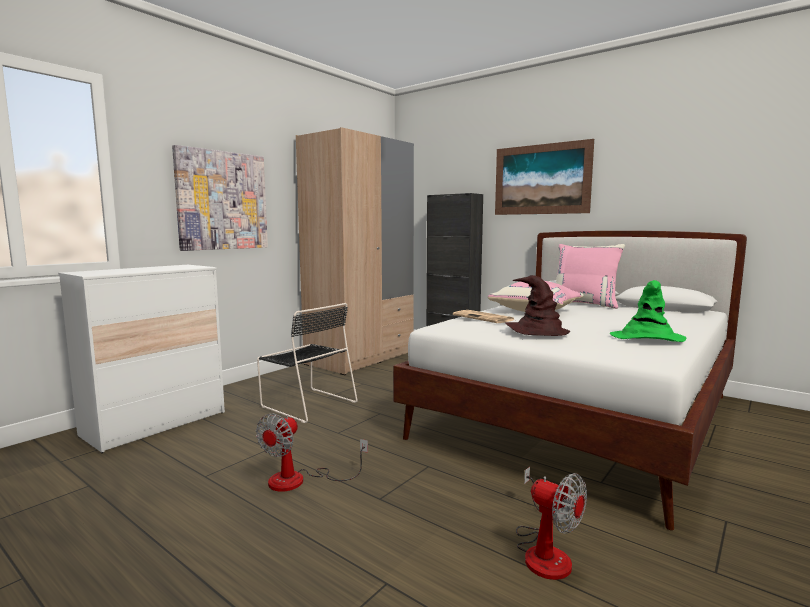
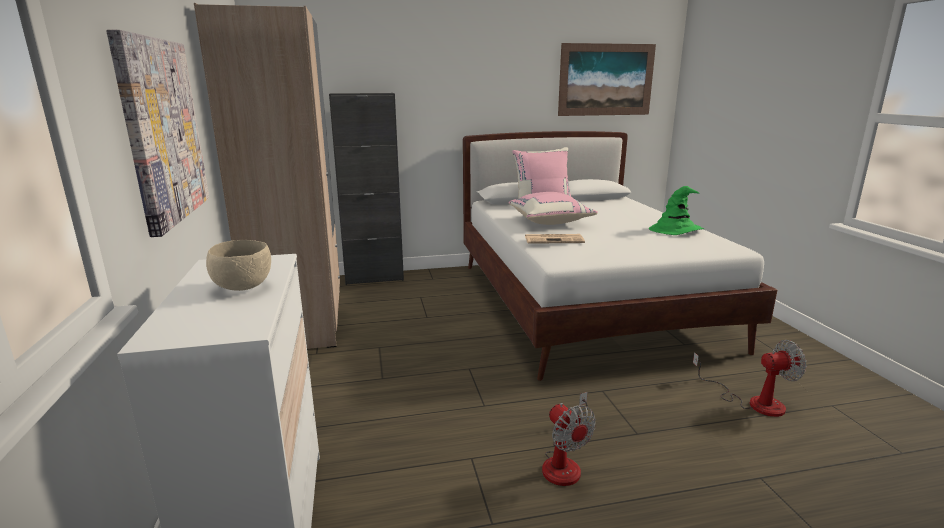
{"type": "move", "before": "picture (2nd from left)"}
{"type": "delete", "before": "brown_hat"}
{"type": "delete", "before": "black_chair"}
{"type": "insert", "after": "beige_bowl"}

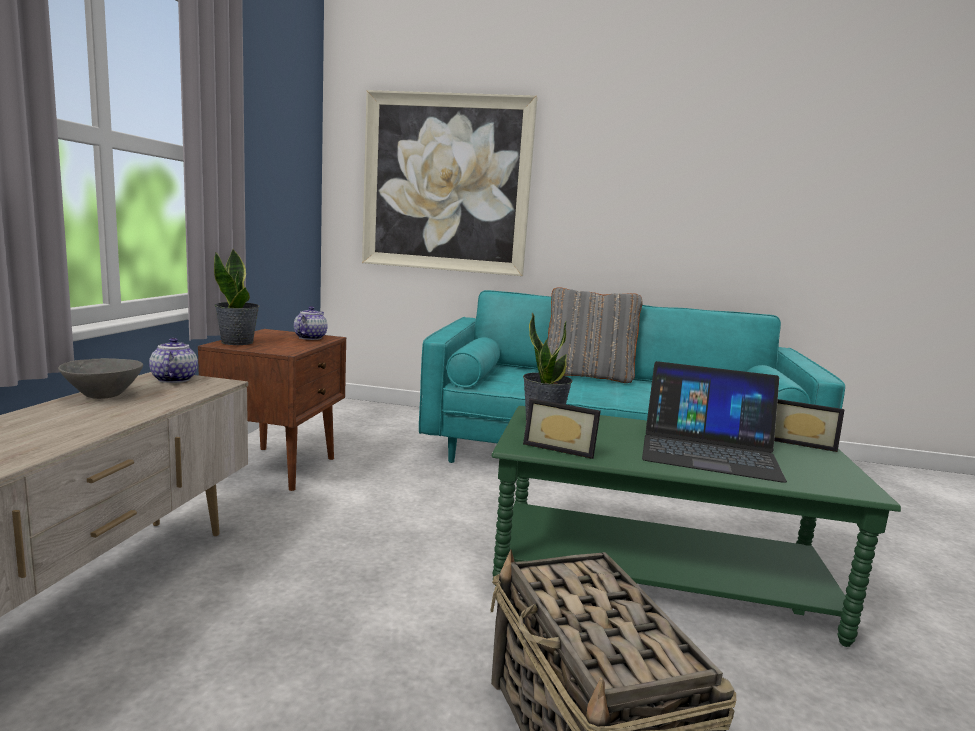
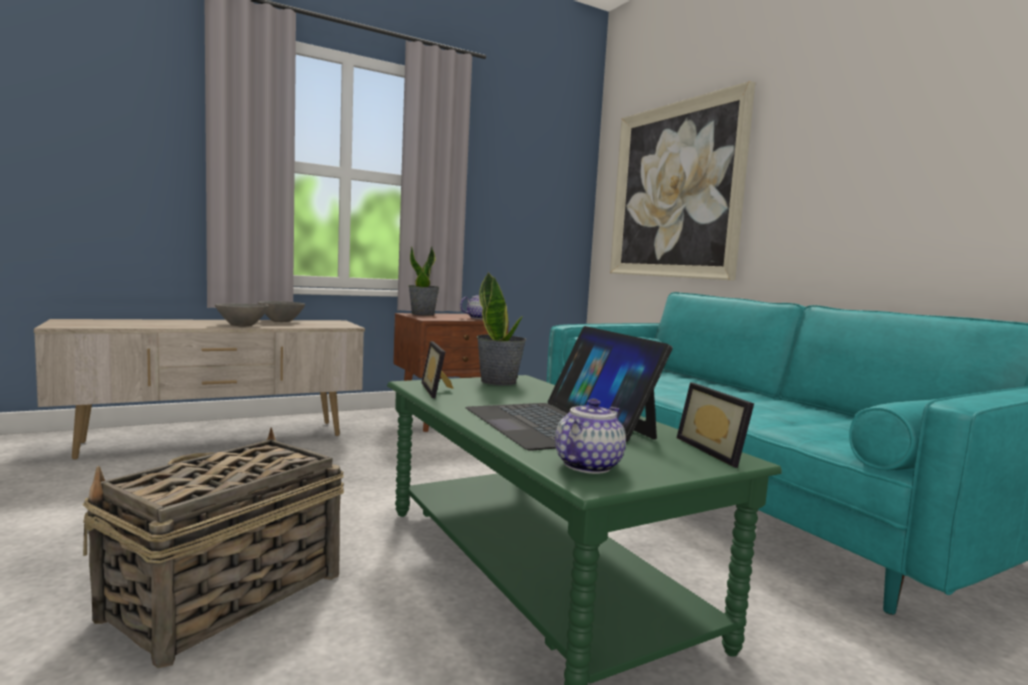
{"type": "delete", "before": "grey_pillow"}
{"type": "move", "before": "teapot (1st from left in the first image)", "after": "teapot (2nd from left)"}
{"type": "insert", "after": "grey_bowl (1st from left)"}

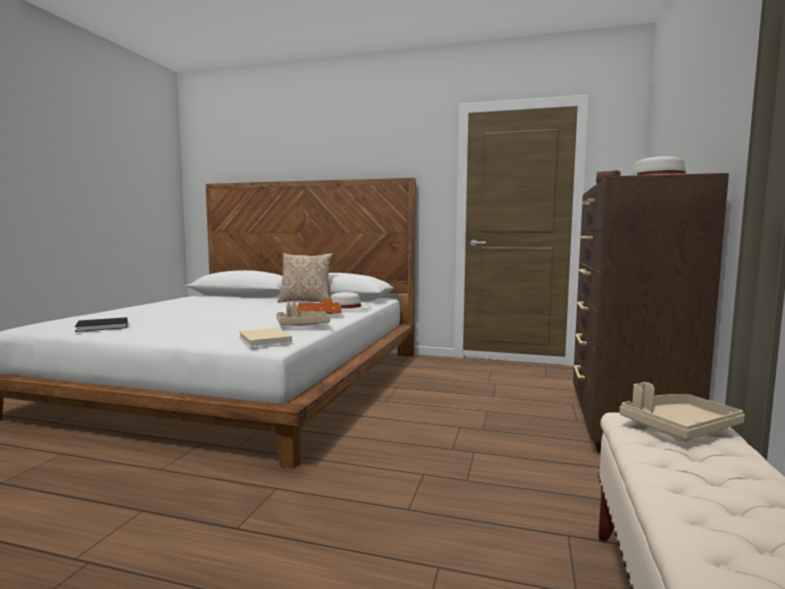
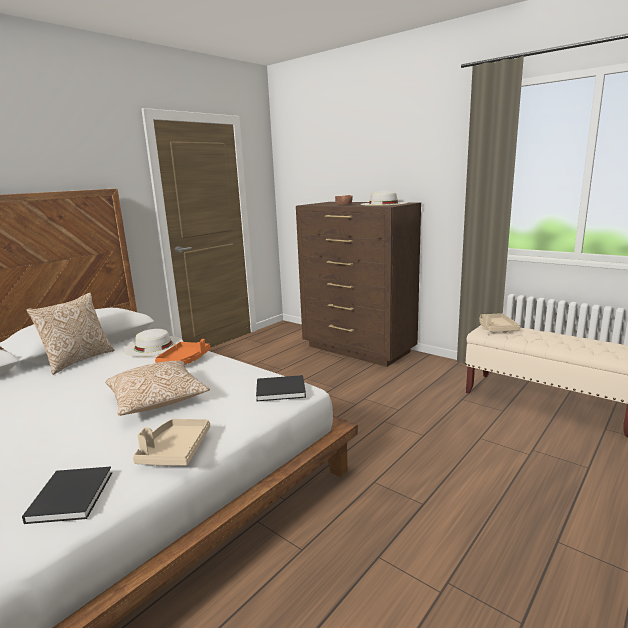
{"type": "move", "before": "beige_tray (1st from left)"}
{"type": "recolor", "before": "beige_book", "after": "black_book (2nd from left)"}
{"type": "insert", "after": "pillow (2nd from left)"}

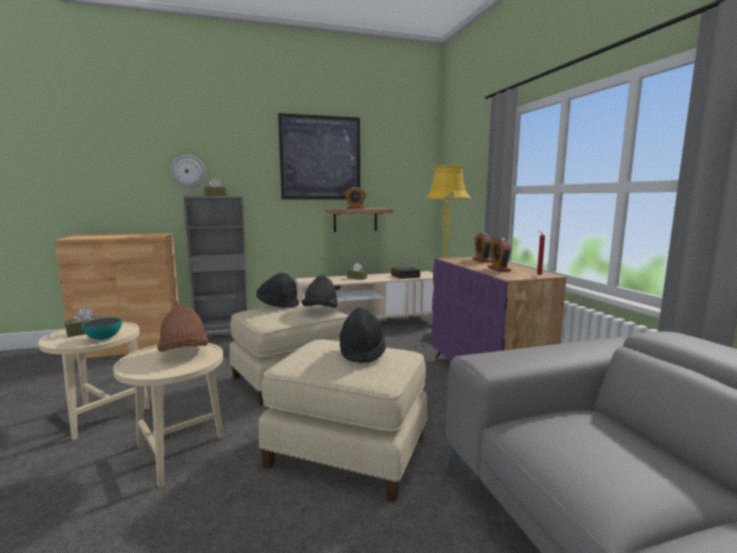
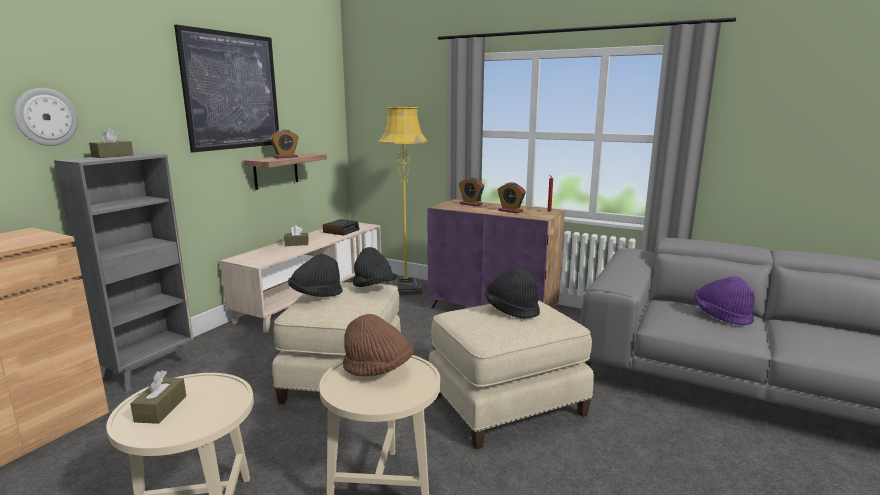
{"type": "delete", "before": "bowl"}
{"type": "insert", "after": "purple_hat"}

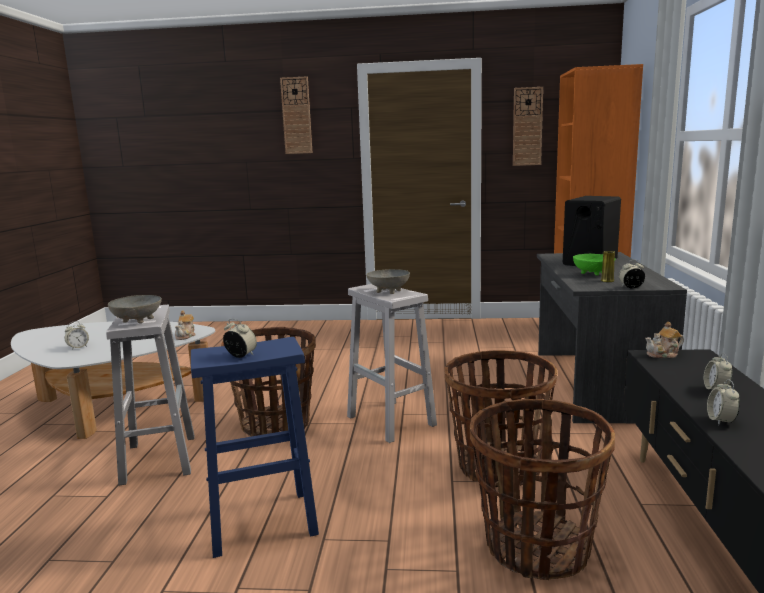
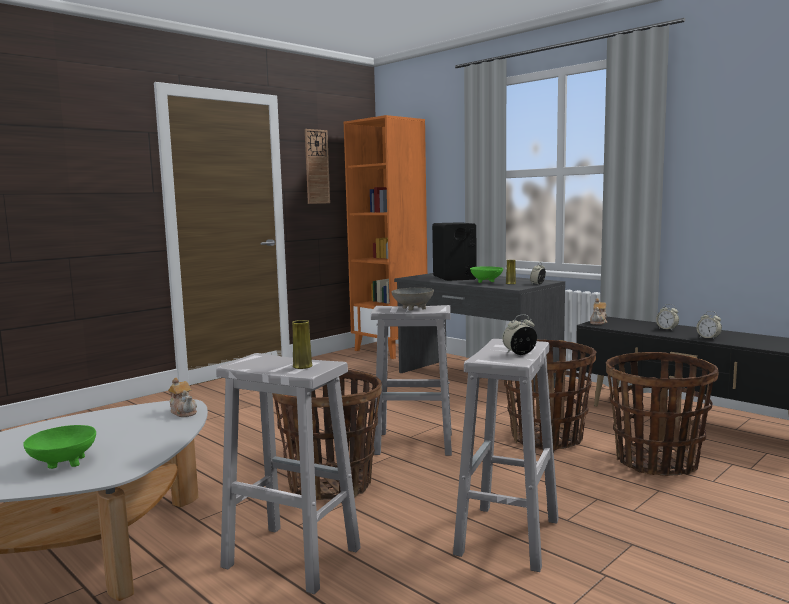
{"type": "delete", "before": "wall_clock (1st from left)"}
{"type": "replace", "before": "grey_bowl (1st from left)", "after": "yellow_vase (1st from left)"}
{"type": "replace", "before": "alarm_clock (1st from left)", "after": "green_bowl (1st from left)"}
{"type": "recolor", "before": "blue_stool", "after": "white_stool (3rd from left)"}

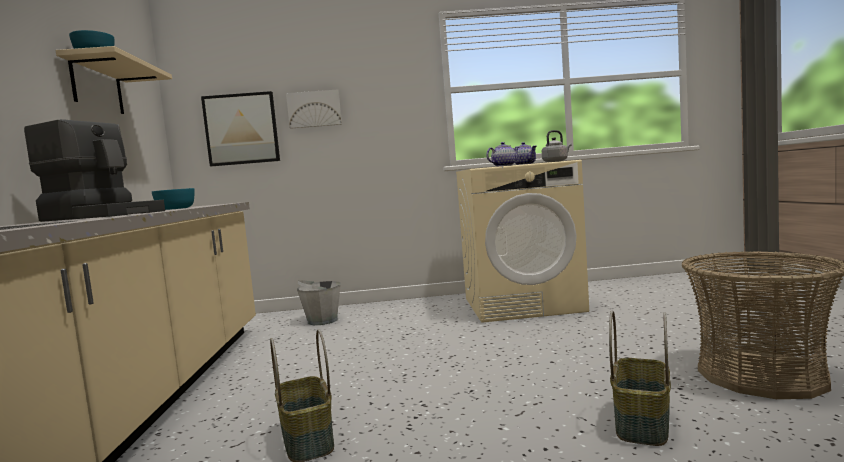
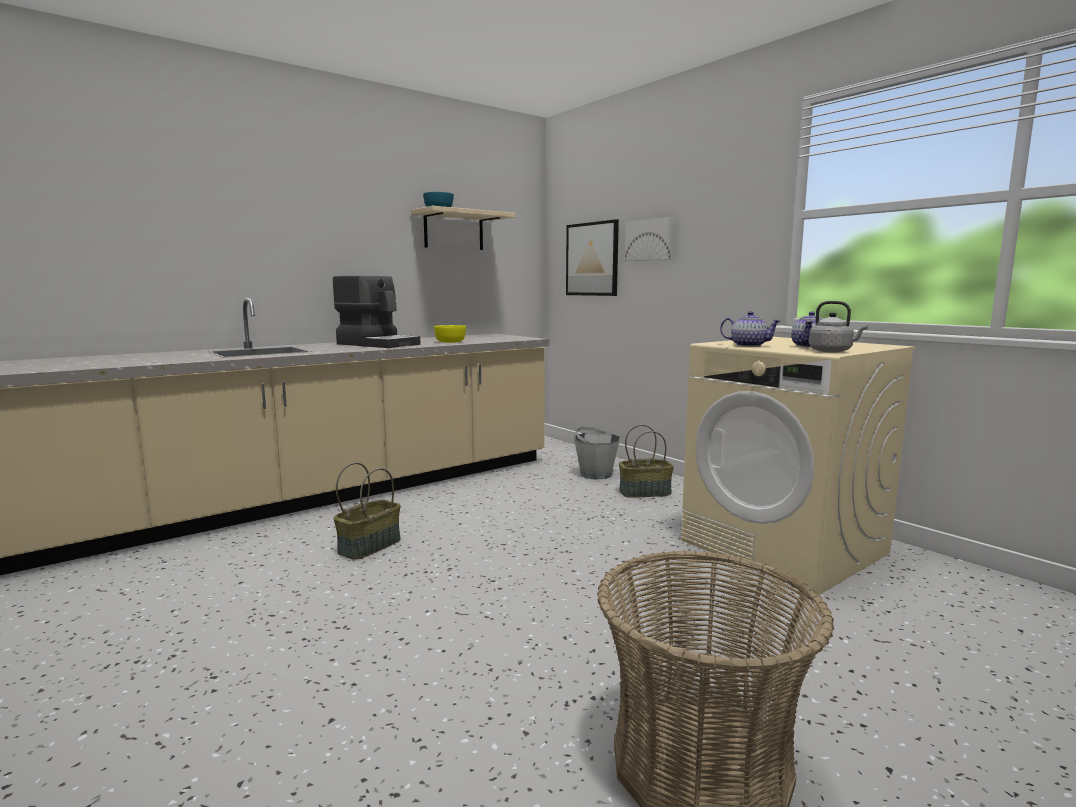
{"type": "rotate", "before": "coffee_machine", "turn": -45}
{"type": "recolor", "before": "turquoise_bowl (2nd from left)", "after": "yellow_bowl"}
{"type": "move", "before": "basket (2nd from left)"}

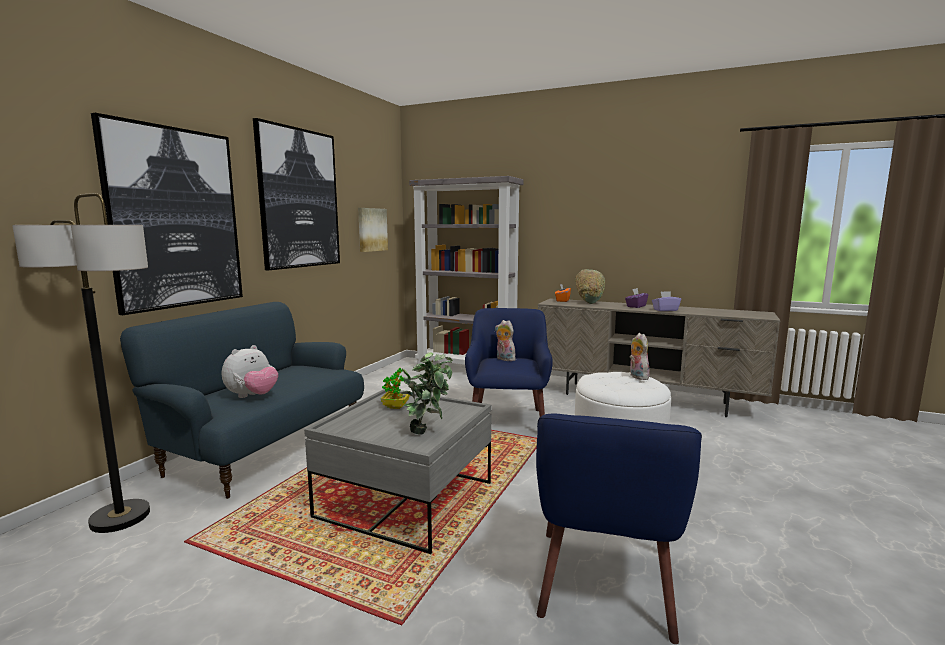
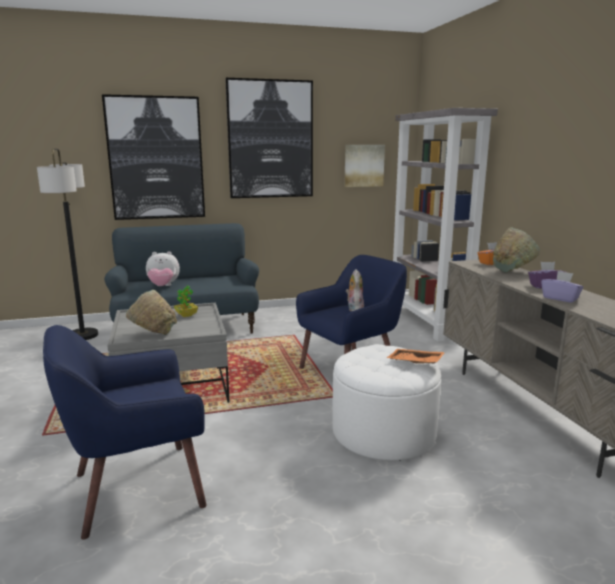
{"type": "replace", "before": "plush_toy (3rd from left)", "after": "orange_tray"}
{"type": "replace", "before": "potted_plant (2nd from left)", "after": "green_bowl (1st from left)"}

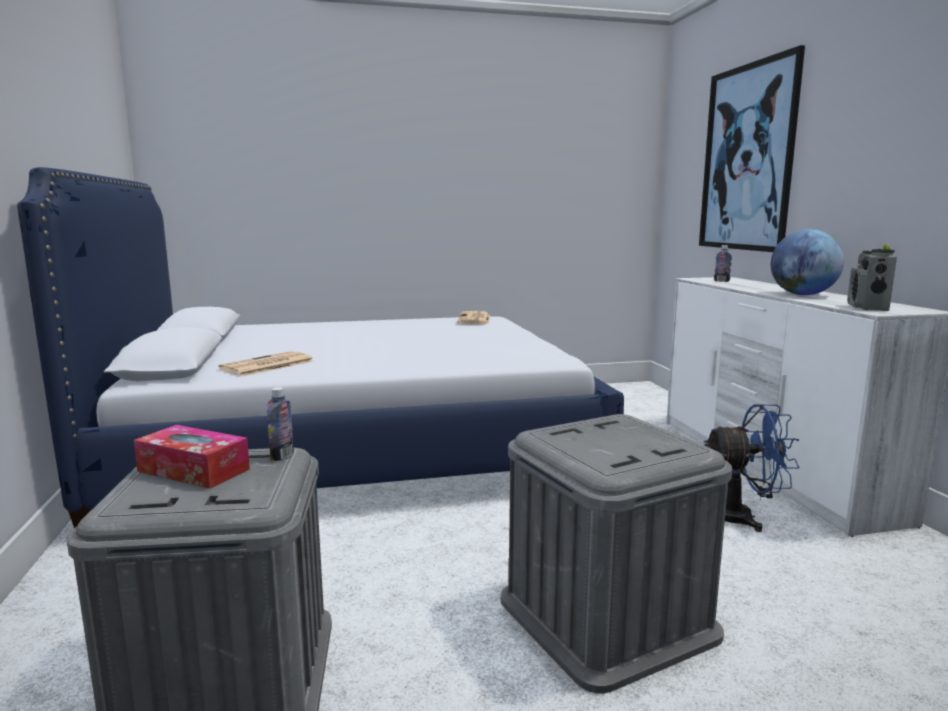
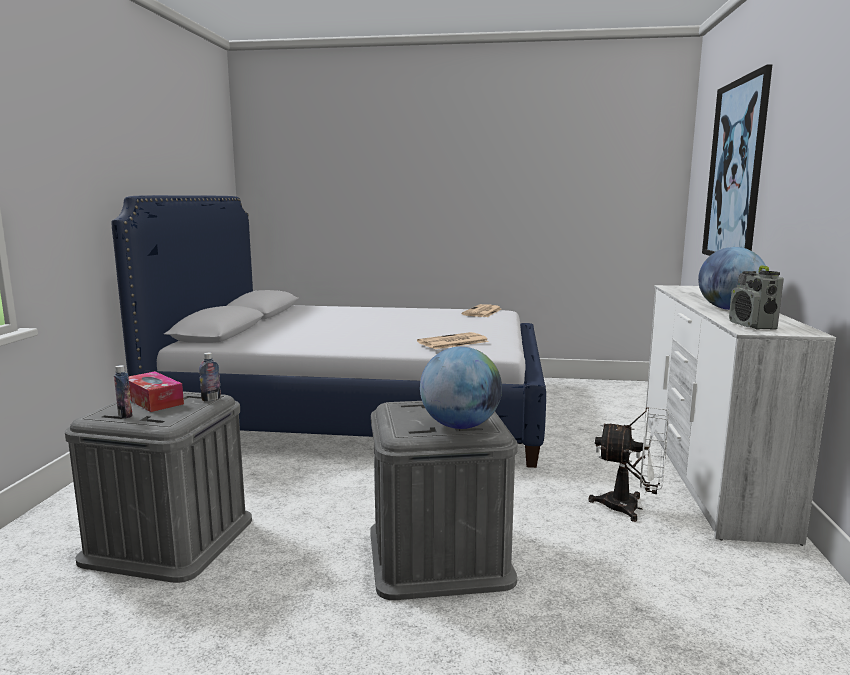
{"type": "rotate", "before": "radio", "turn": -45}
{"type": "move", "before": "bottle (2nd from left in the first image)", "after": "bottle (1st from left)"}
{"type": "move", "before": "newspaper (1st from left)"}
{"type": "recolor", "before": "blue_fan", "after": "white_fan"}
{"type": "insert", "after": "globe (1st from left)"}

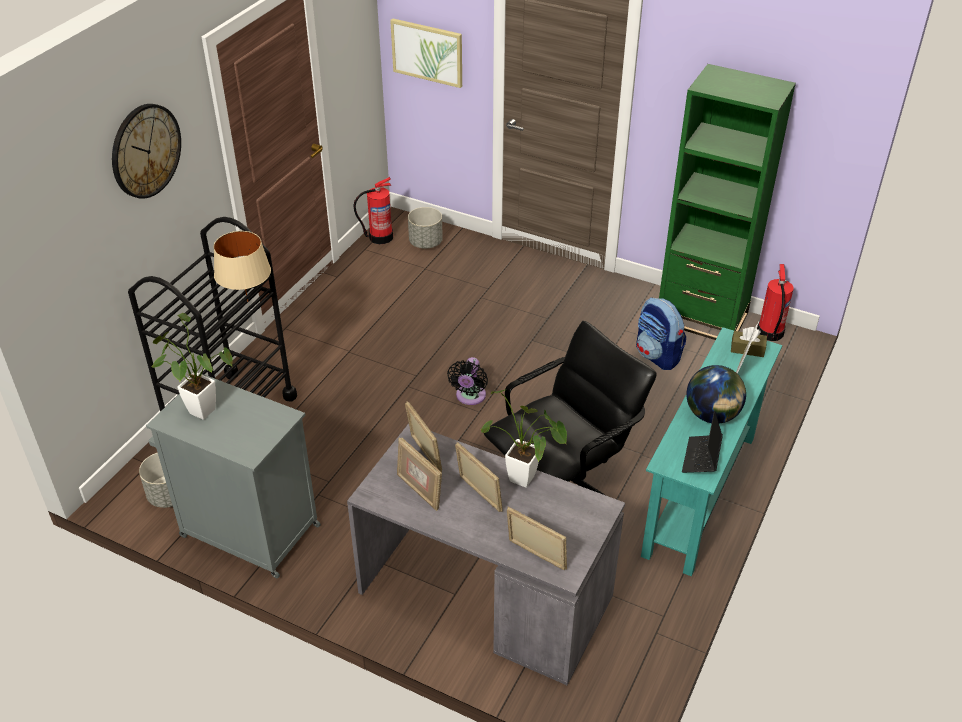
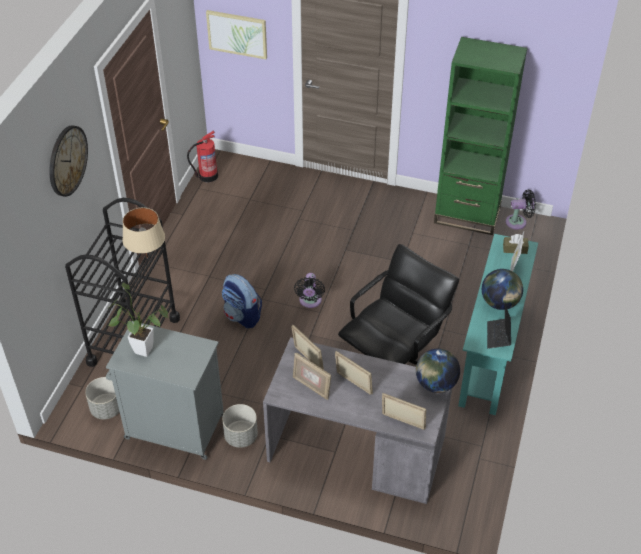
{"type": "move", "before": "grey_planter (2nd from left)"}
{"type": "replace", "before": "fire_extinguisher (2nd from left)", "after": "black_fan (2nd from left)"}
{"type": "move", "before": "backpack"}
{"type": "delete", "before": "potted_plant (2nd from left)"}
{"type": "insert", "after": "globe (1st from left)"}

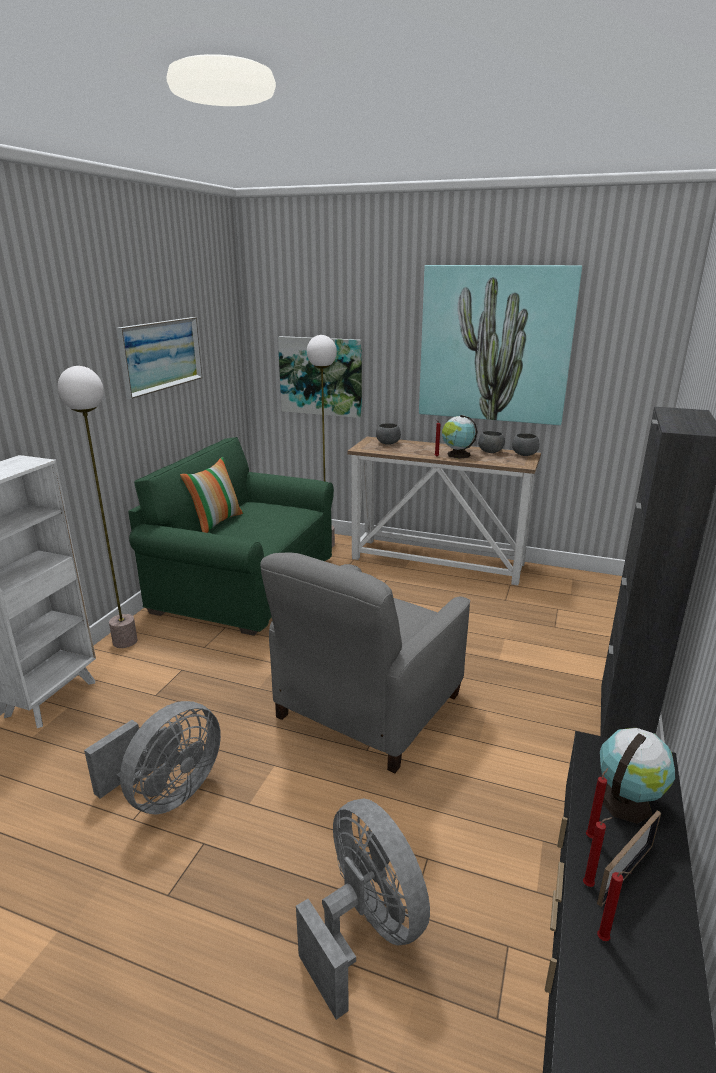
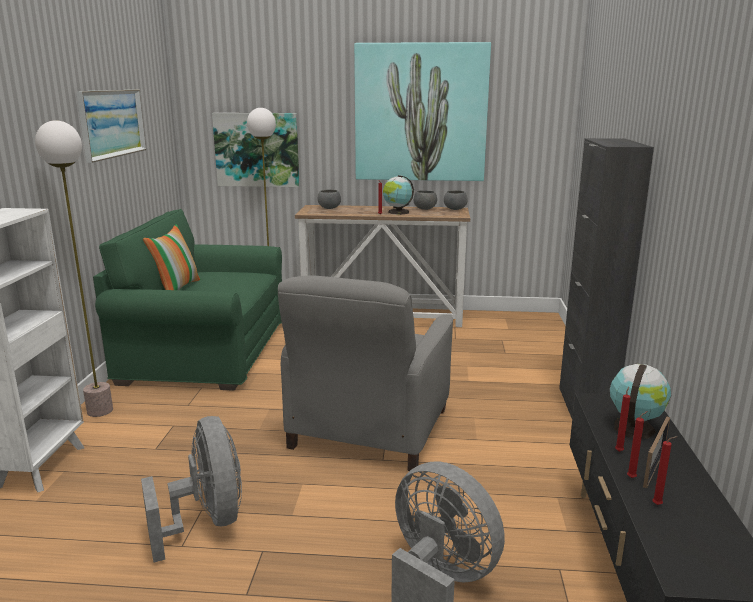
{"type": "rotate", "before": "grey_fan (1st from left)", "turn": -45}

